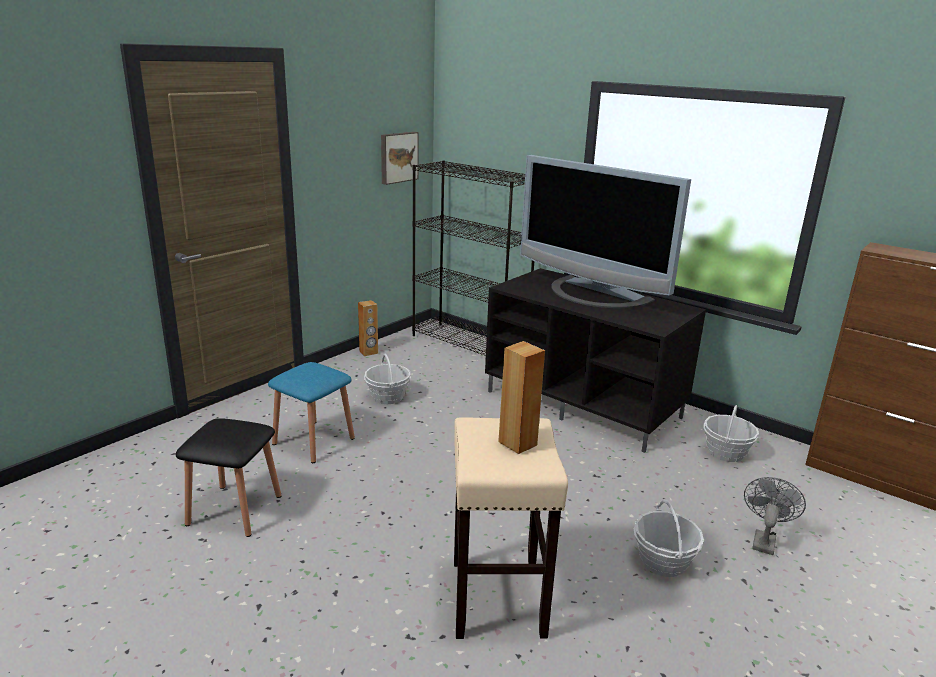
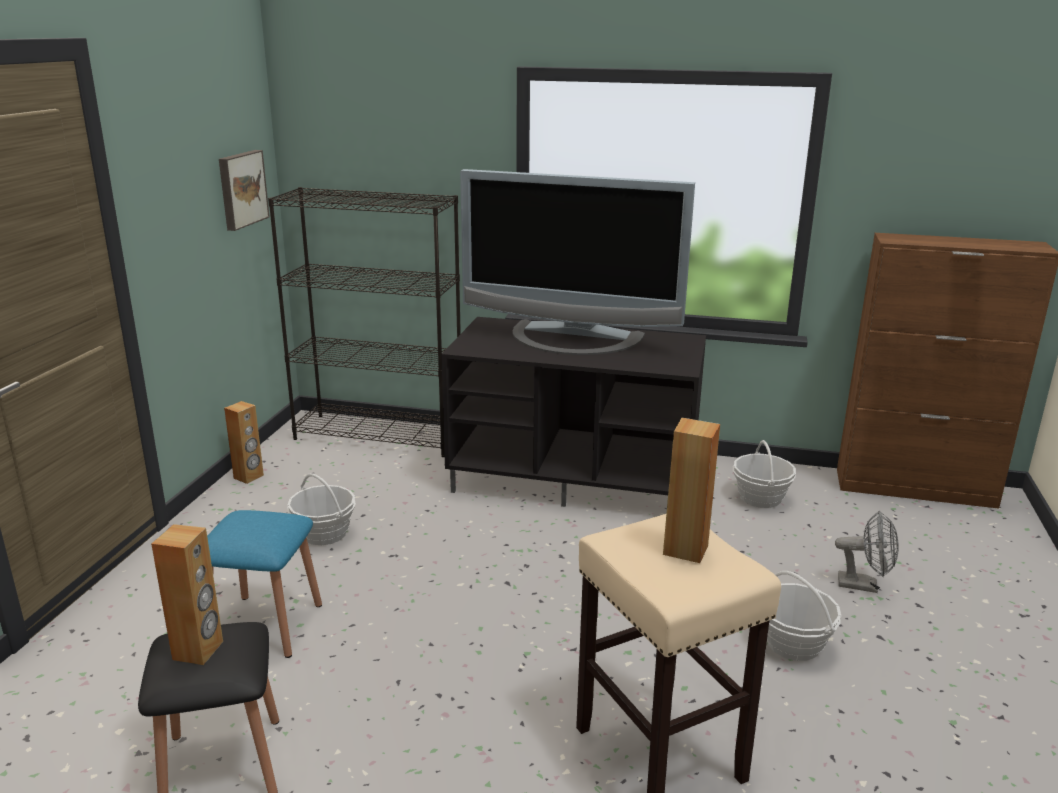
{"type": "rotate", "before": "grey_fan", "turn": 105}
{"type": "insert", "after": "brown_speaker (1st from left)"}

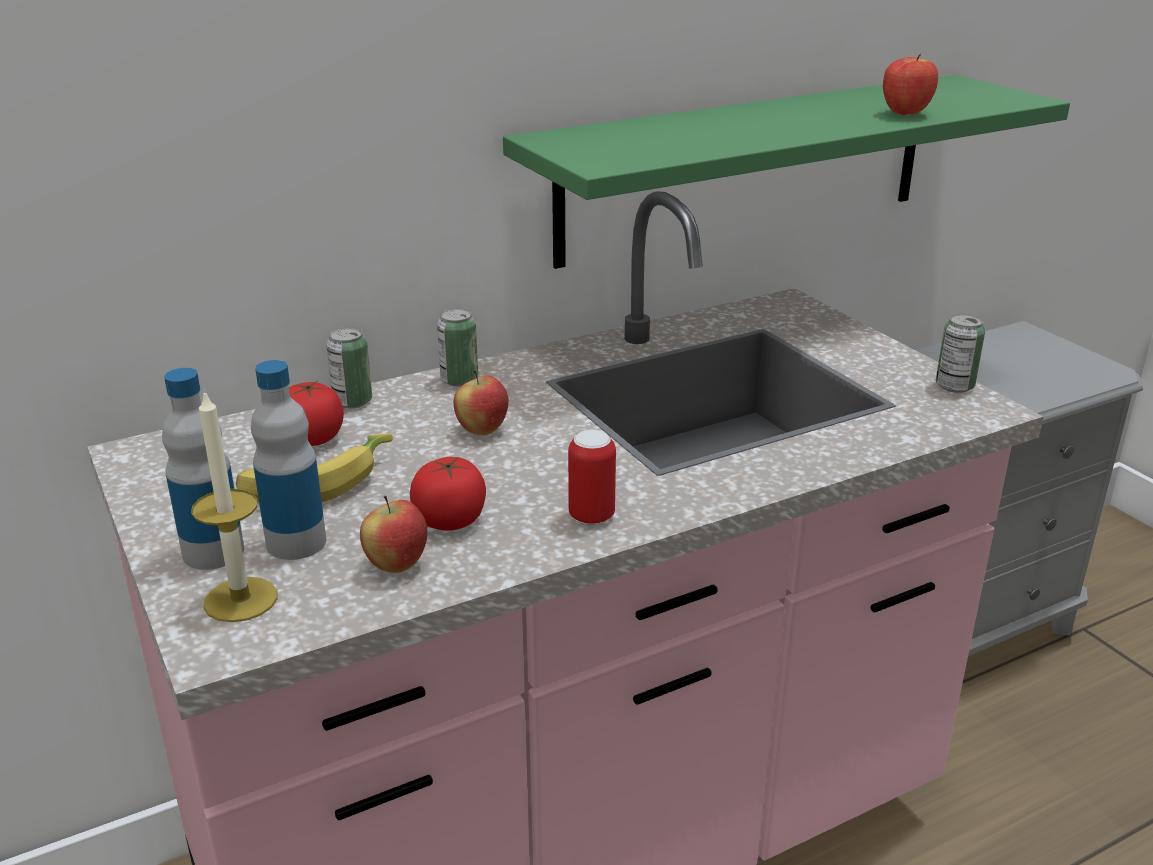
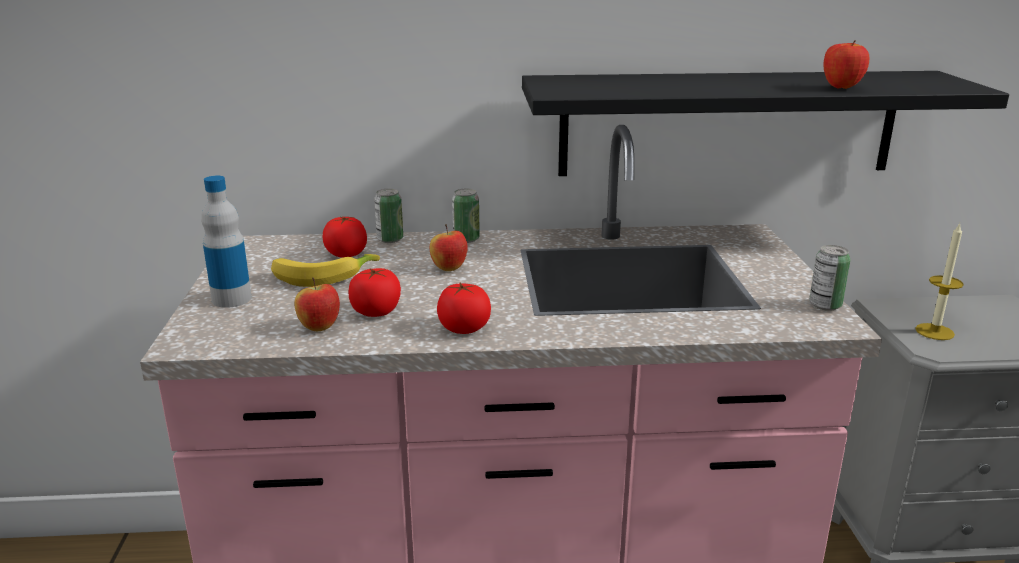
{"type": "recolor", "before": "green_shelf", "after": "black_shelf"}
{"type": "delete", "before": "bottle (2nd from left)"}
{"type": "move", "before": "candle"}
{"type": "replace", "before": "can (3rd from left)", "after": "tomato (3rd from left)"}

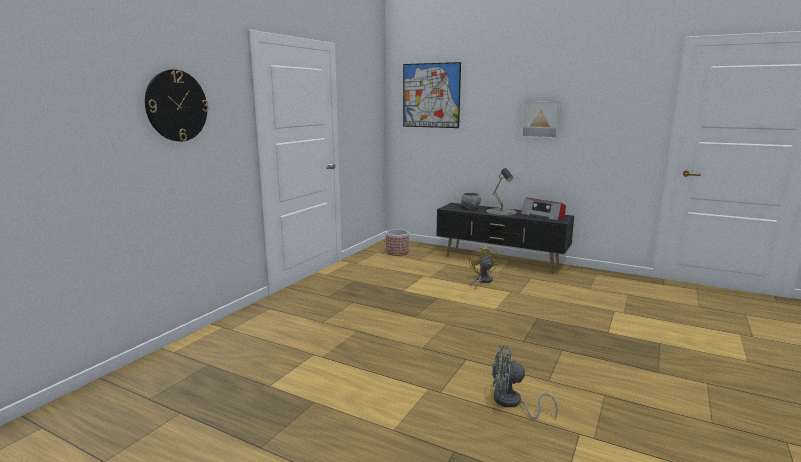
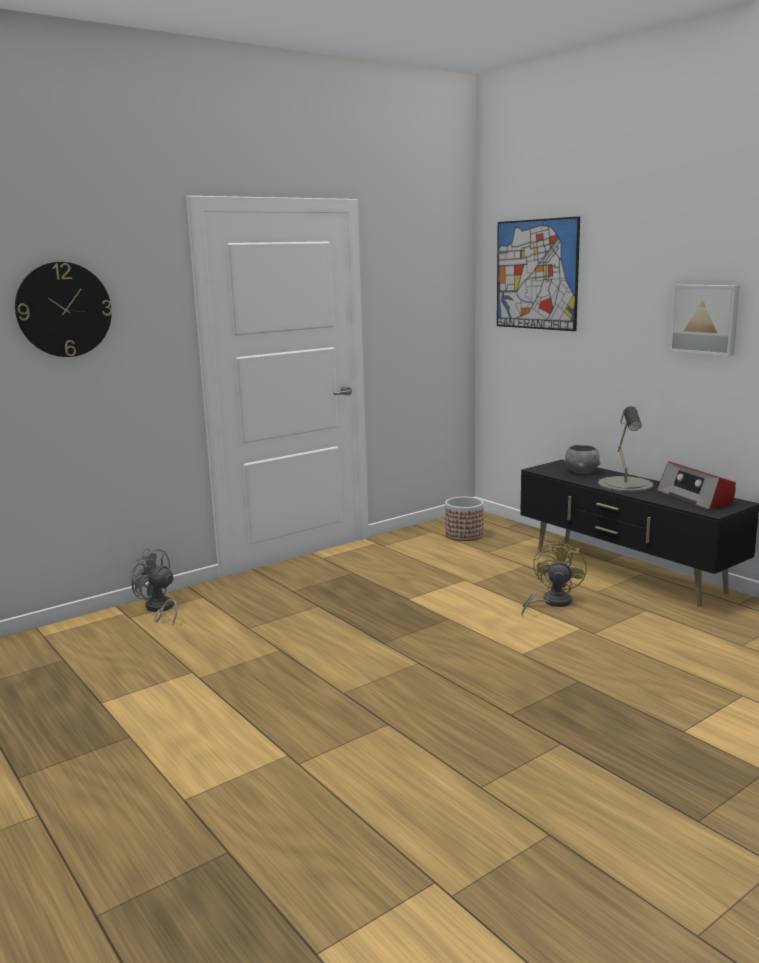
{"type": "move", "before": "grey_fan"}

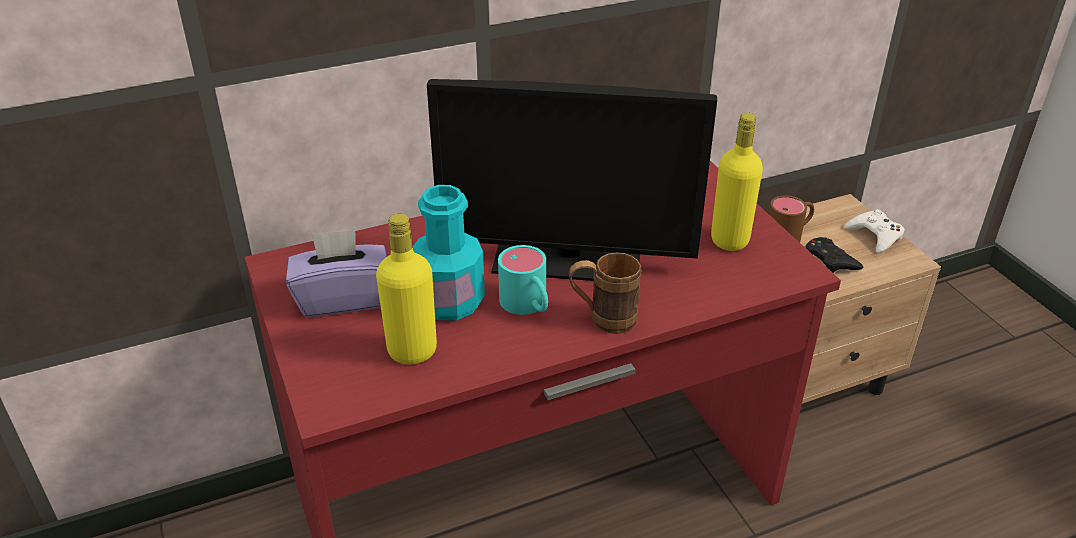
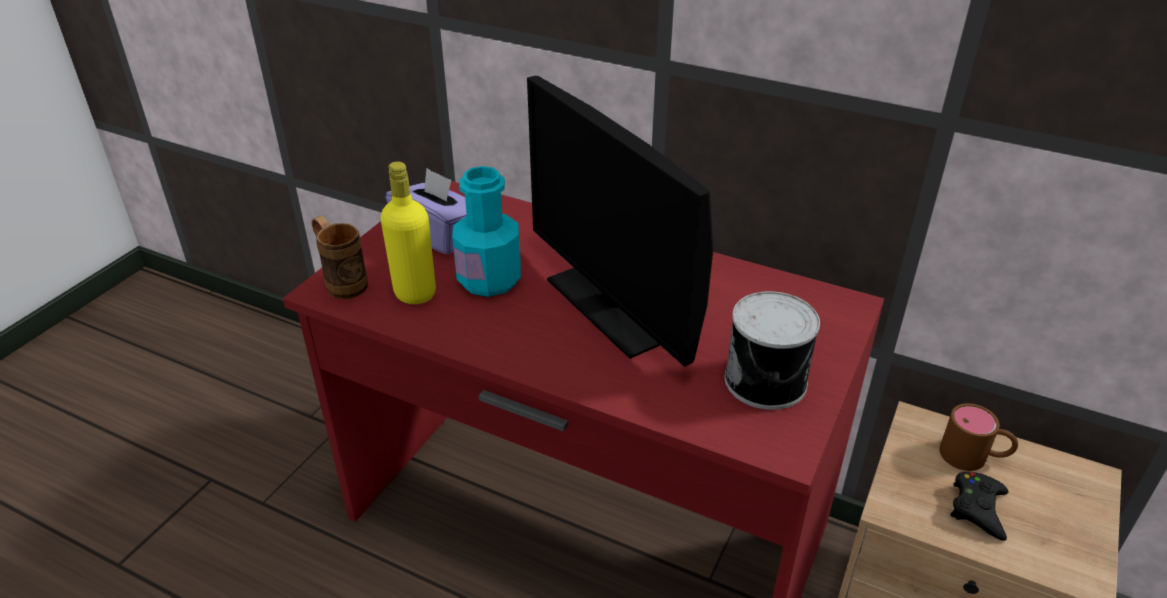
{"type": "replace", "before": "yellow_bottle (2nd from left)", "after": "can"}
{"type": "delete", "before": "white_game_controller"}
{"type": "delete", "before": "turquoise_mug"}
{"type": "move", "before": "brown_mug (1st from left)"}

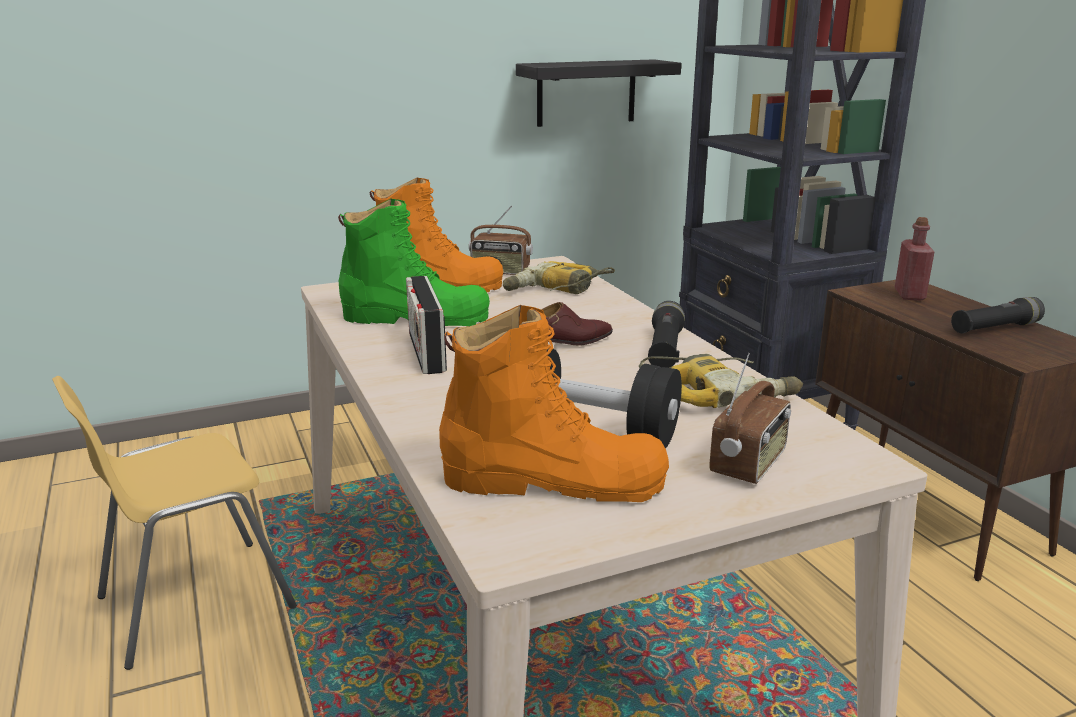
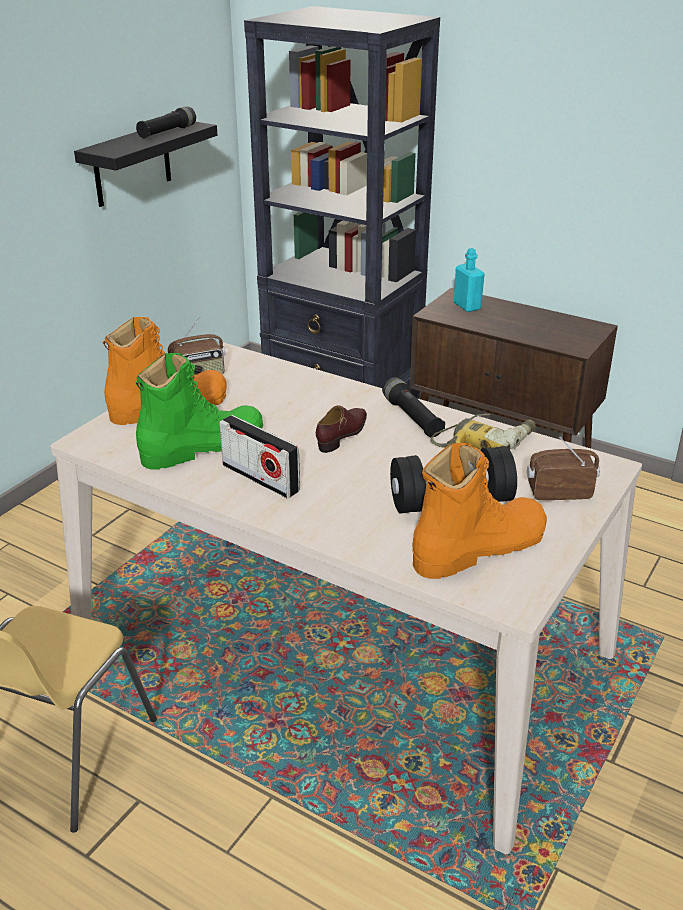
{"type": "recolor", "before": "red_bottle", "after": "turquoise_bottle"}
{"type": "delete", "before": "power_drill (1st from left)"}
{"type": "move", "before": "black_flashlight (2nd from left in the first image)", "after": "black_flashlight (1st from left)"}
{"type": "rotate", "before": "radio (3rd from left)", "turn": -90}

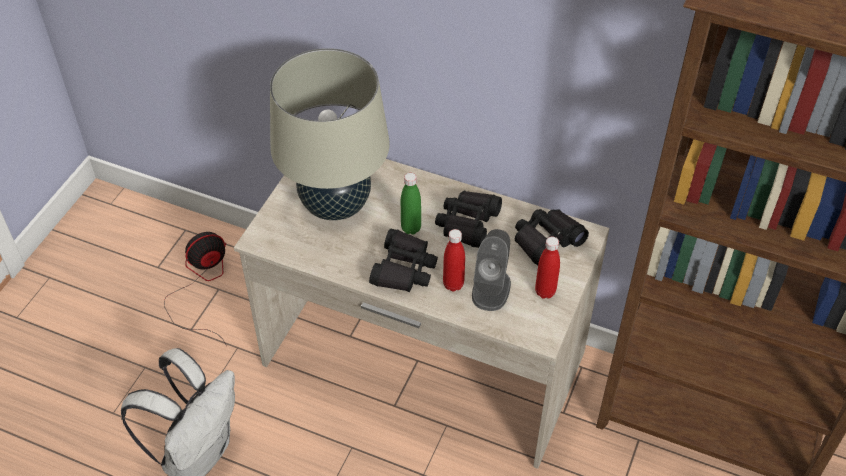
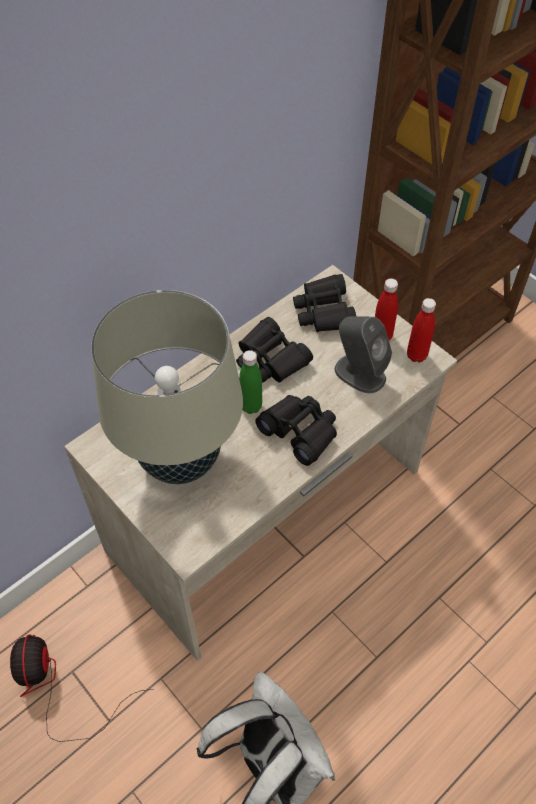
{"type": "move", "before": "red_bottle (1st from left in the first image)", "after": "red_bottle (2nd from left)"}

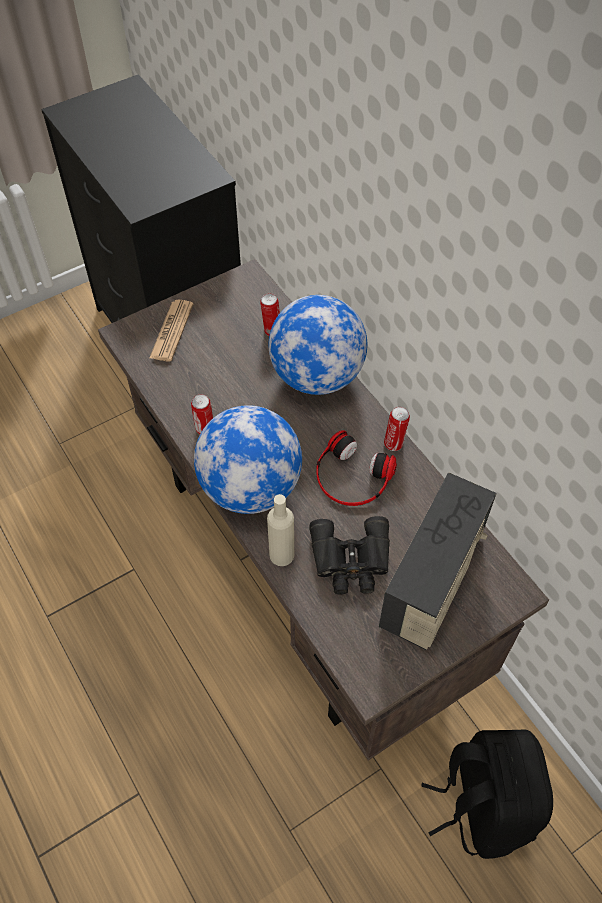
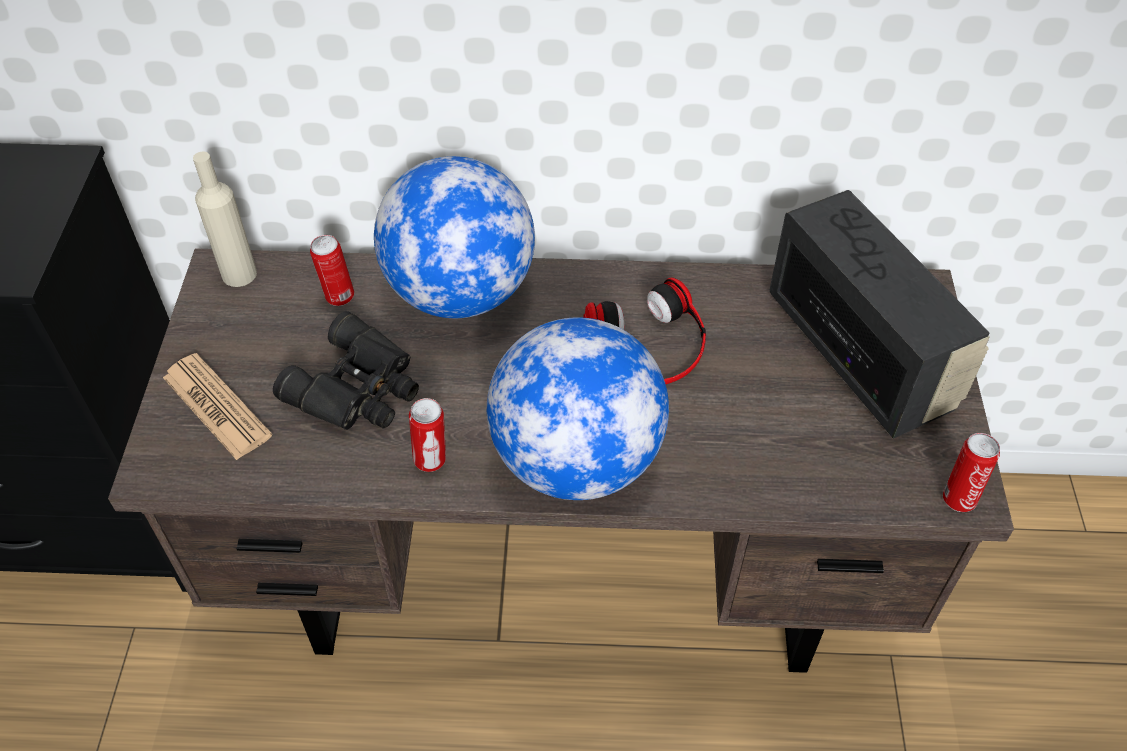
{"type": "move", "before": "can (3rd from left)"}
{"type": "move", "before": "beige_bottle"}
{"type": "move", "before": "black_binoculars"}
{"type": "delete", "before": "black_backpack"}

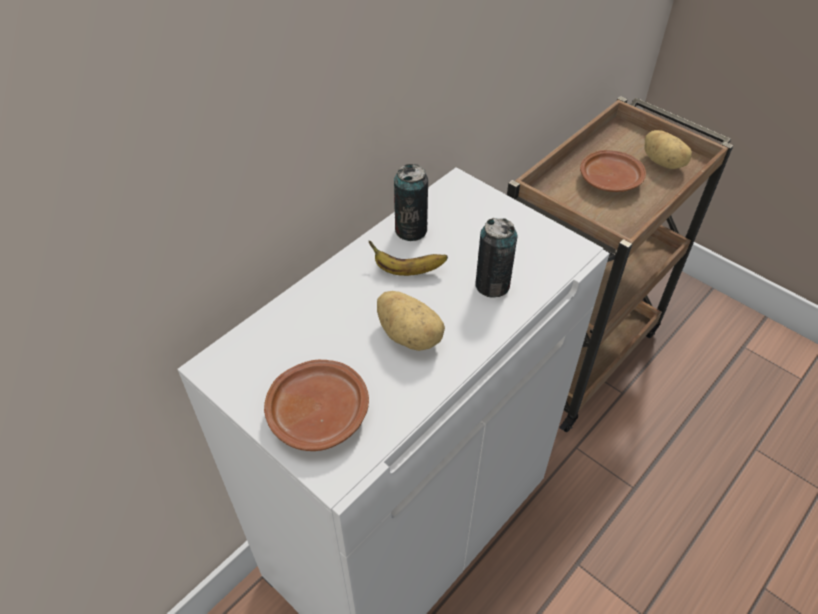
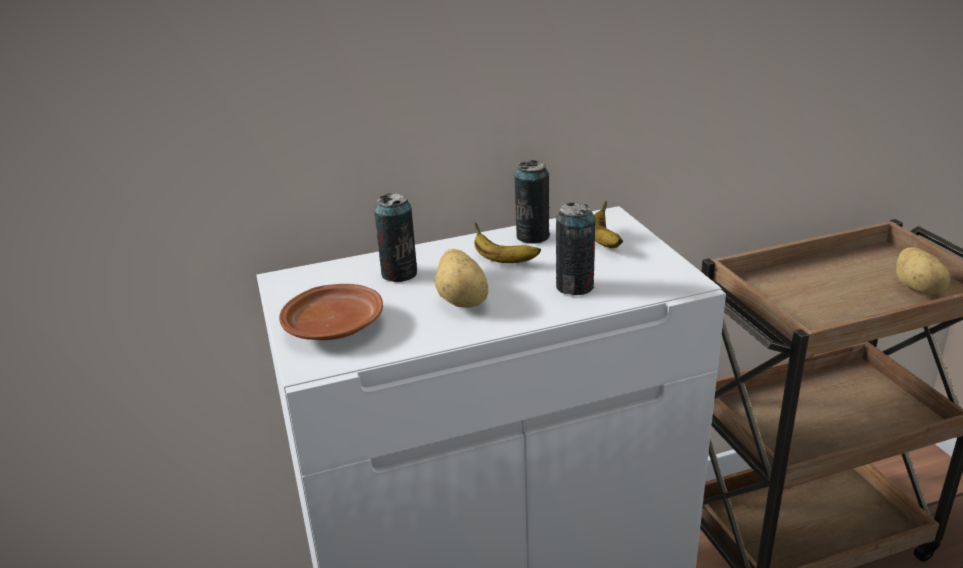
{"type": "delete", "before": "brown_plate (2nd from left)"}
{"type": "insert", "after": "can (1st from left)"}
{"type": "insert", "after": "banana (2nd from left)"}

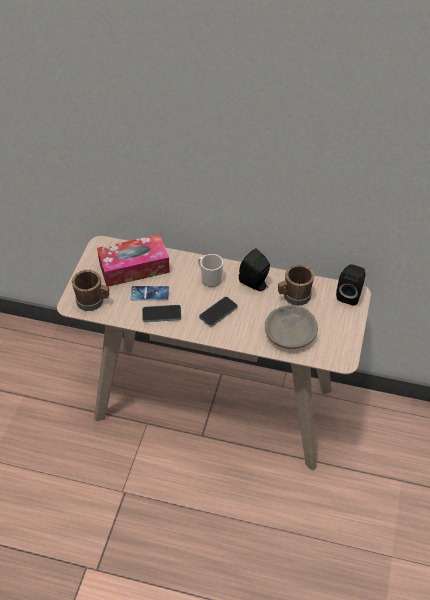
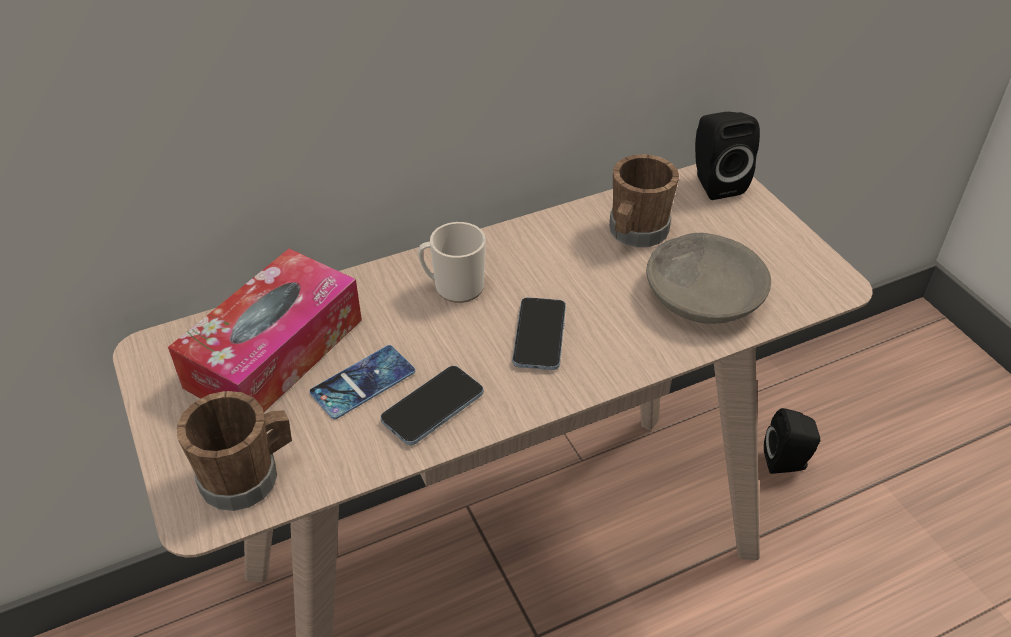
{"type": "move", "before": "black_speaker (1st from left in the first image)", "after": "black_speaker (2nd from left)"}

